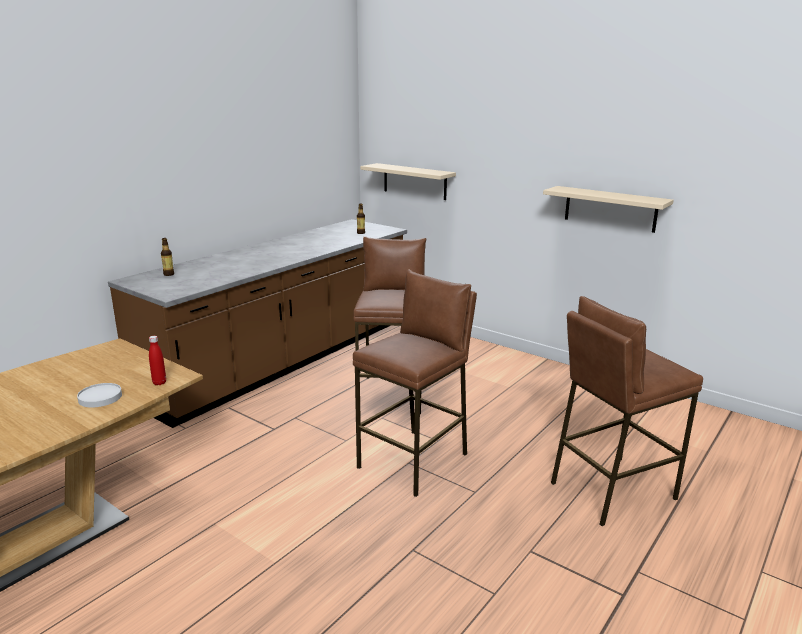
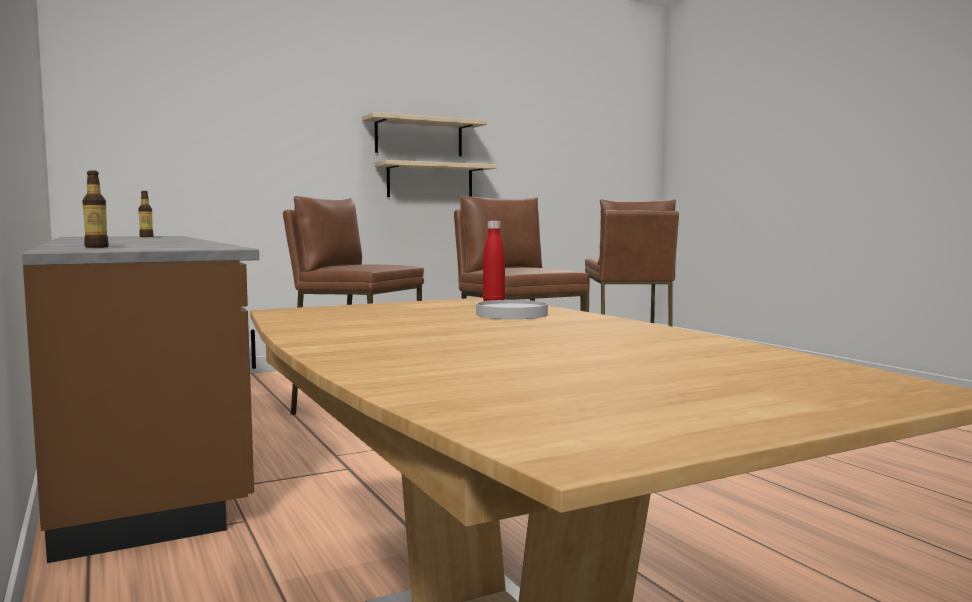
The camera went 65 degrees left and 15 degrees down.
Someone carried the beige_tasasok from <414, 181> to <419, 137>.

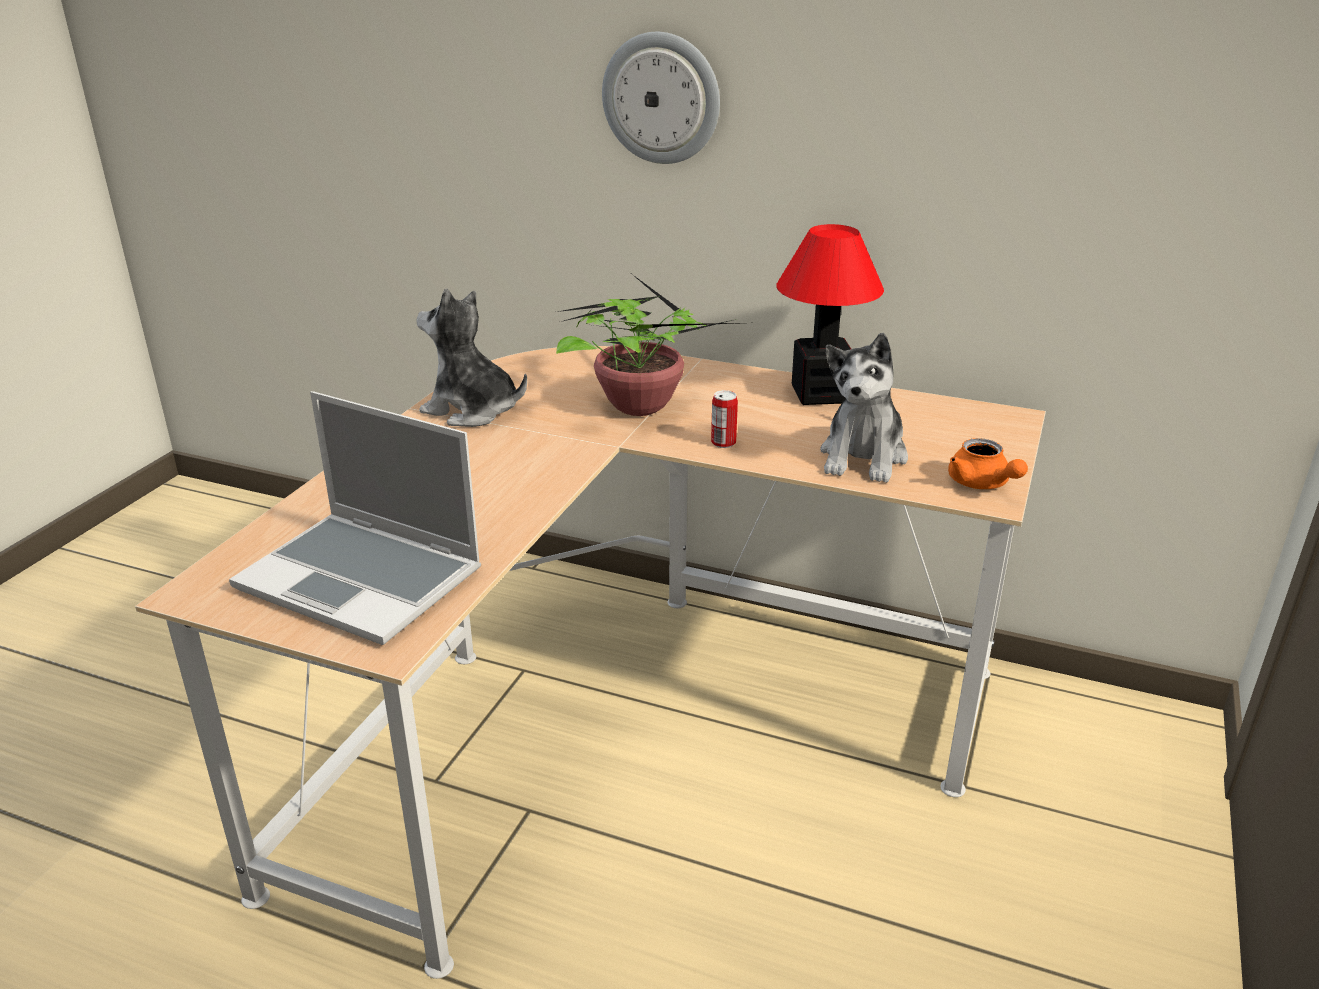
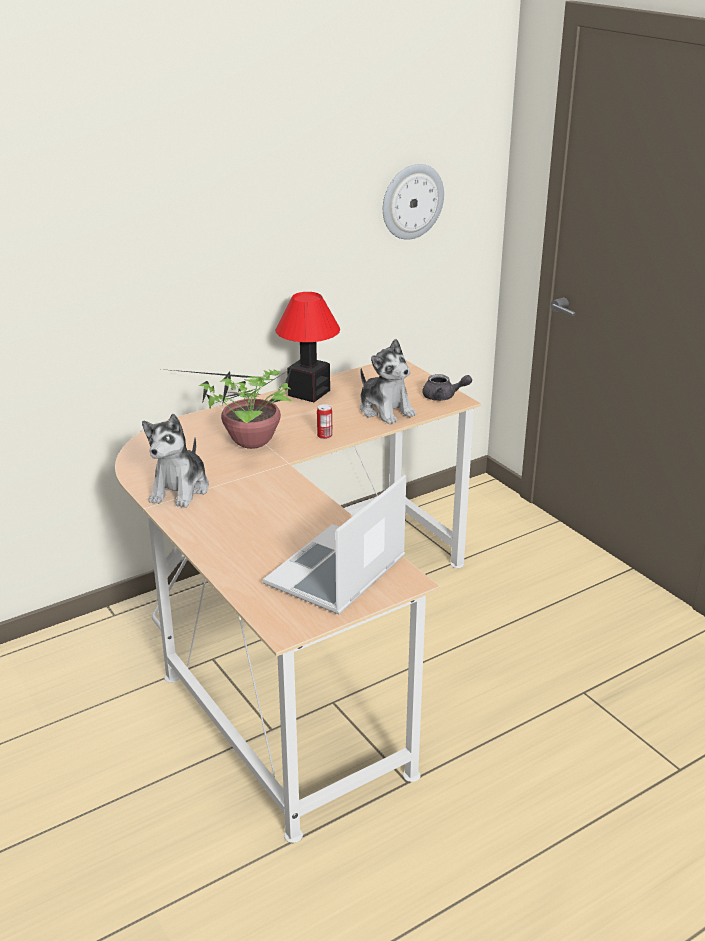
The camera went 55 degrees left and 0 degrees up.
Someone rotated the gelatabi at <364, 579> by 150 degrees clockwise.
Someone rotated the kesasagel at <472, 411> by 45 degrees counterclockwise.
Someone carried the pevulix from <661, 98> to <412, 201>.
Someone repainted the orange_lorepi at <982, 484>, which became the grey_lorepi at <443, 397>.

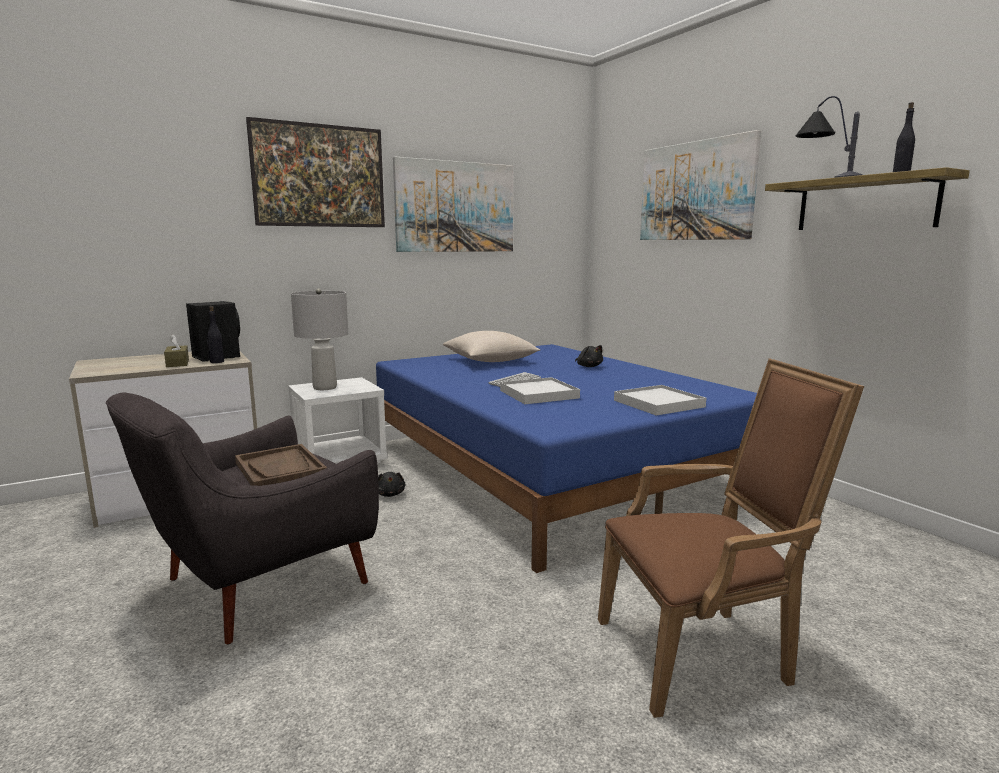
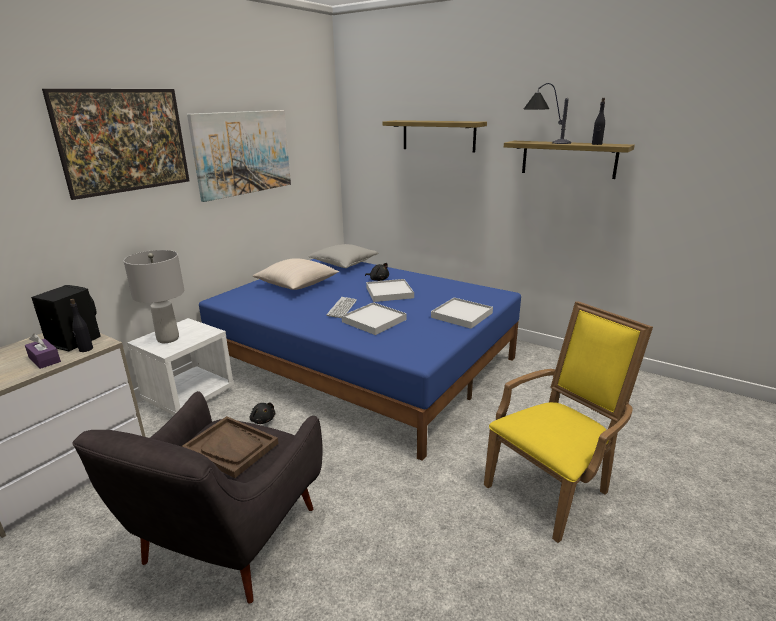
The camera went 25 degrees left and 10 degrees up.
Someone repainted the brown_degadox at <177, 363>, which became the purple_degadox at <44, 360>.
Someone repainted the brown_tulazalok at <703, 652>, which became the yellow_tulazalok at <553, 488>.
Someone swapped the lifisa at <696, 191> for the tasasok at <438, 135>.
Someone put down the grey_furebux at <343, 264>.
Someone put down the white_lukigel at <389, 293>.

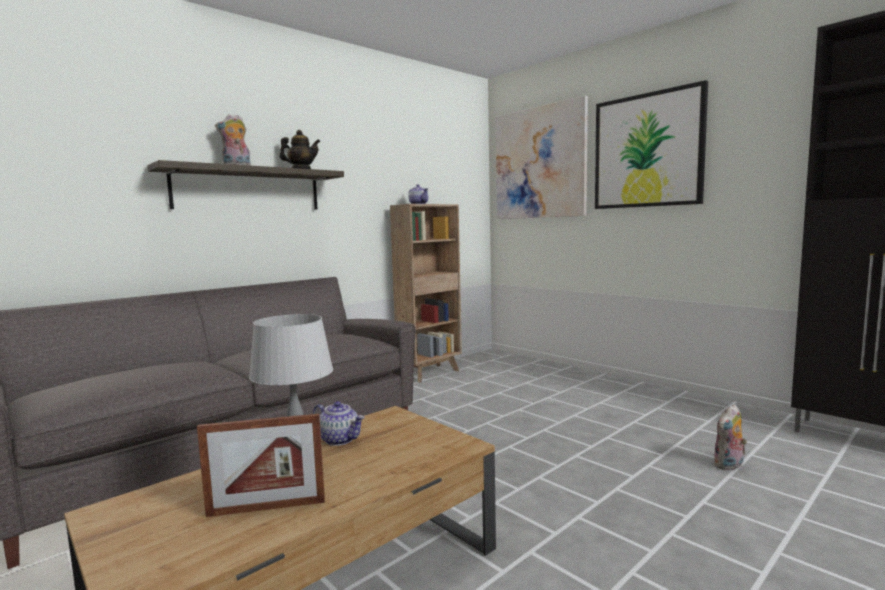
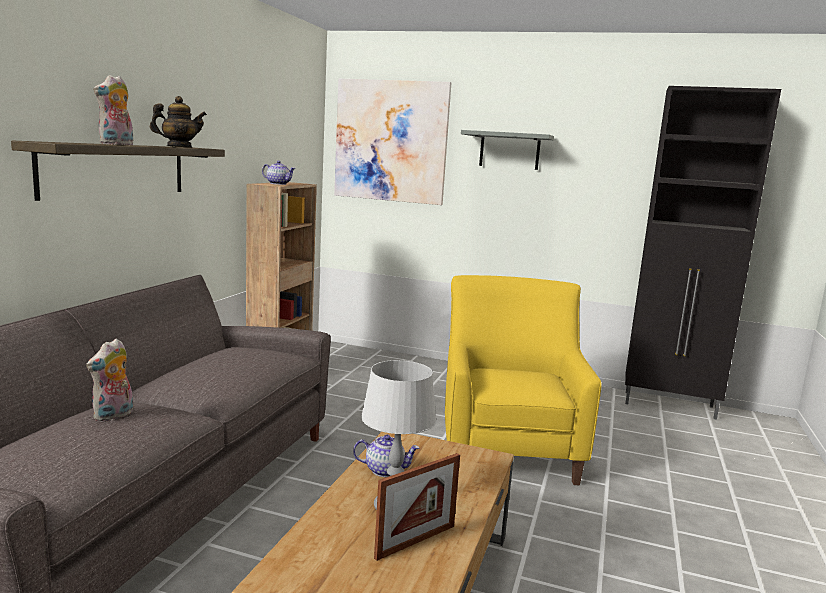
The camera went 30 degrees left and 5 degrees up.
Someone swapped the lifisa at <647, 151> for the grey_tasasok at <509, 150>.
Someone carried the kesasagel from <729, 466> to <114, 416>.
Someone put down the yellow_tulazalok at <507, 446>.

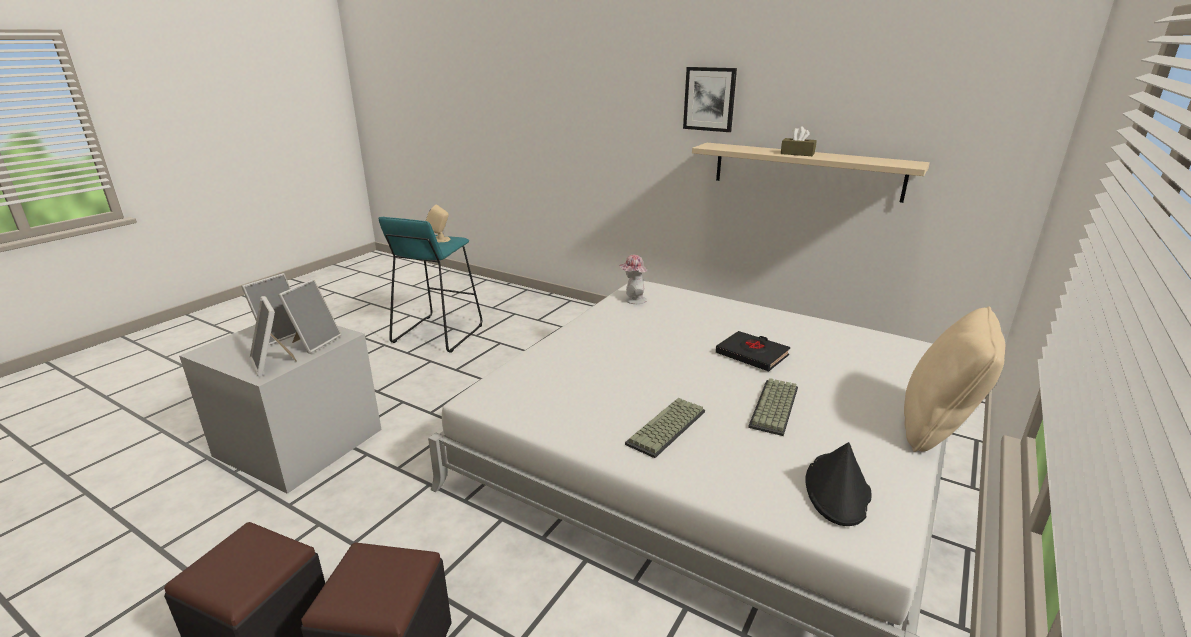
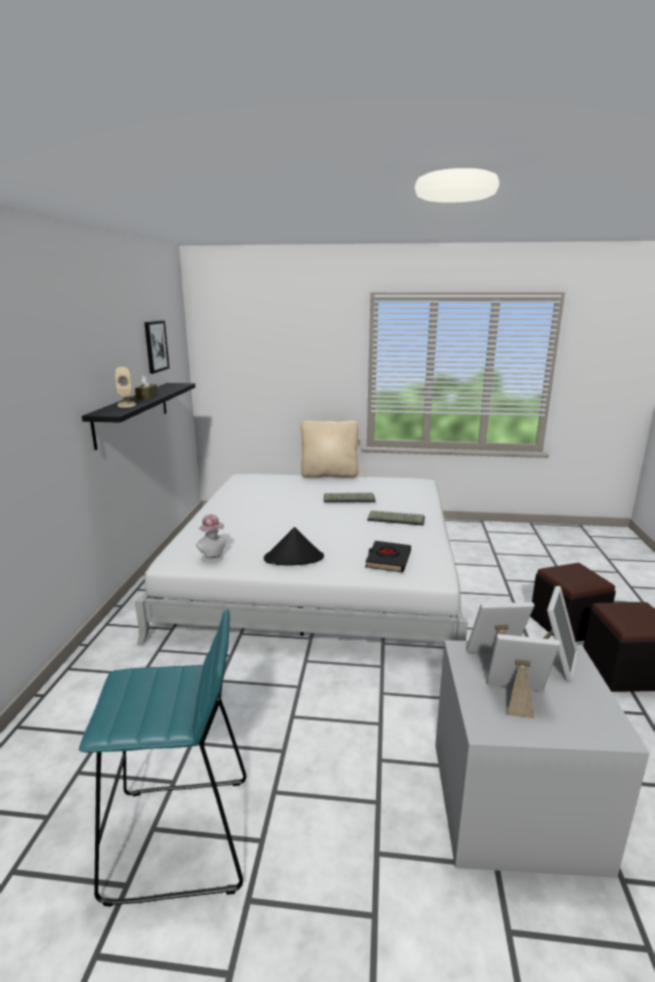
The camera went 115 degrees left and 5 degrees down.
Someone carried the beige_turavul from <439, 239> to <126, 405>.
Someone carried the lifisa from <709, 99> to <155, 346>.
Someone repainted the beige_tasasok at <806, 171>, which became the black_tasasok at <132, 413>.
Someone carried the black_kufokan from <752, 355> to <388, 560>.
Someone carried the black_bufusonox from <837, 490> to <294, 558>.

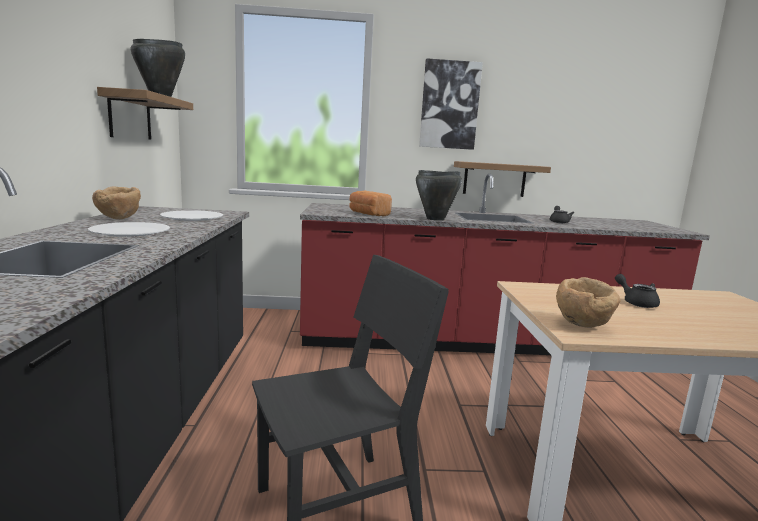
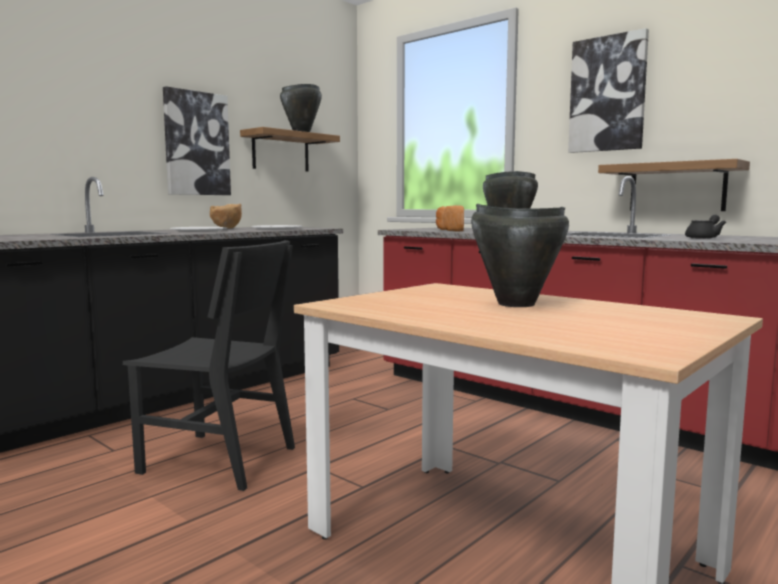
The camera went 45 degrees right and 5 degrees down.
Someone took away the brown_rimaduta at <583, 325>.
Someone swapped the black_lorepi at <636, 302> for the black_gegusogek at <515, 304>.
Someone put up the lifisa at <196, 144>.

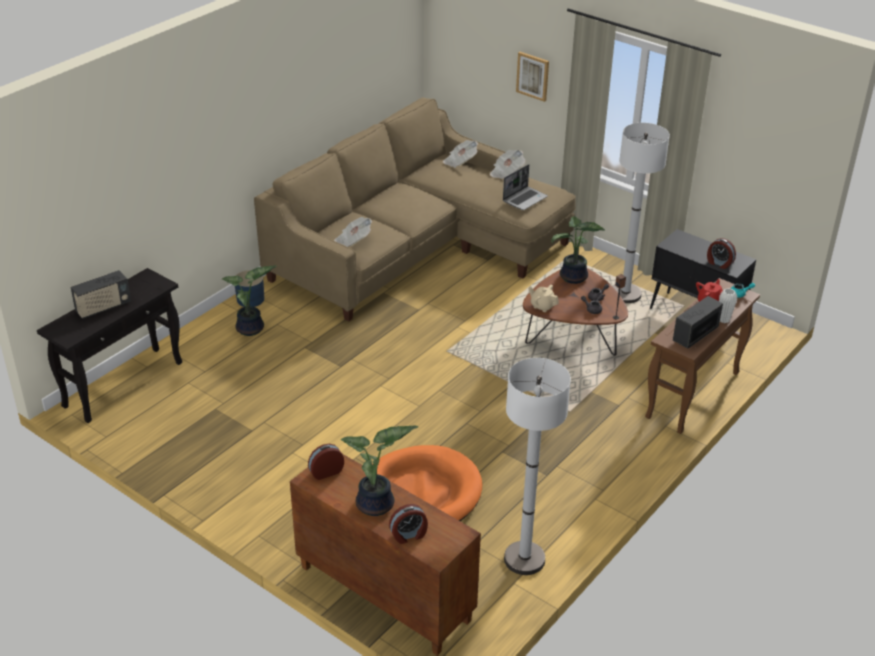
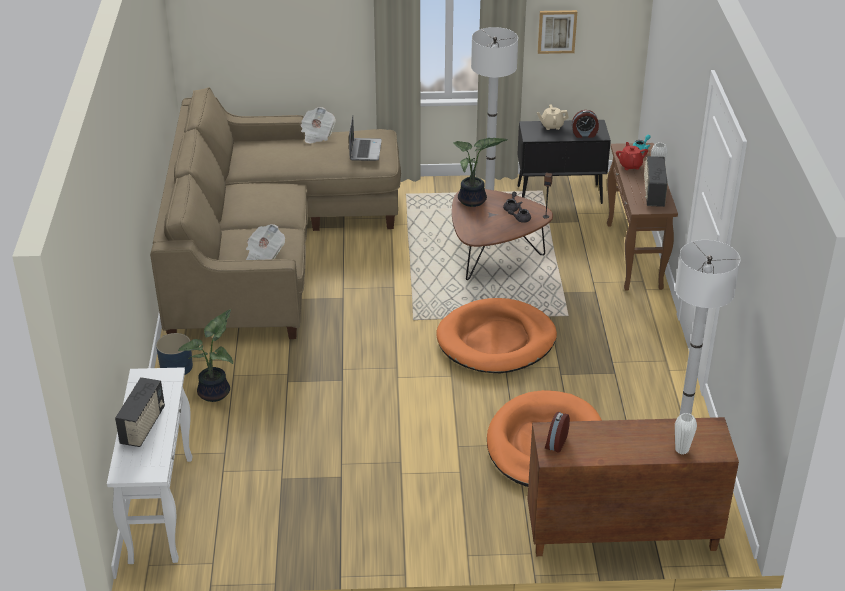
The camera went 40 degrees left and 0 degrees up.
Someone repainted the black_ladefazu at <124, 384>, which became the white_ladefazu at <161, 508>.
Someone took away the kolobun at <377, 505>.
Someone swapped the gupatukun at <409, 535> for the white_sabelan at <681, 450>.
Someone took away the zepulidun at <460, 162>.
Someone carried the lifisa from <533, 76> to <557, 31>.
Someone carried the beige_lorepi from <542, 306> to <551, 126>.
Someone put down the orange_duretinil at <496, 341>.

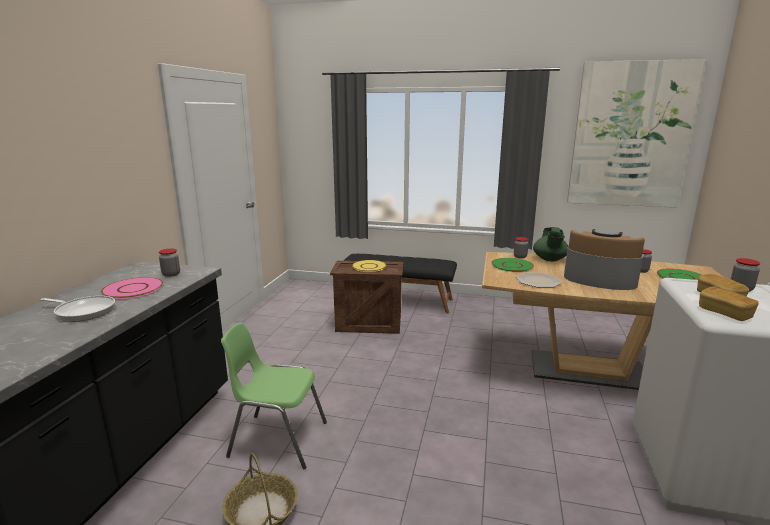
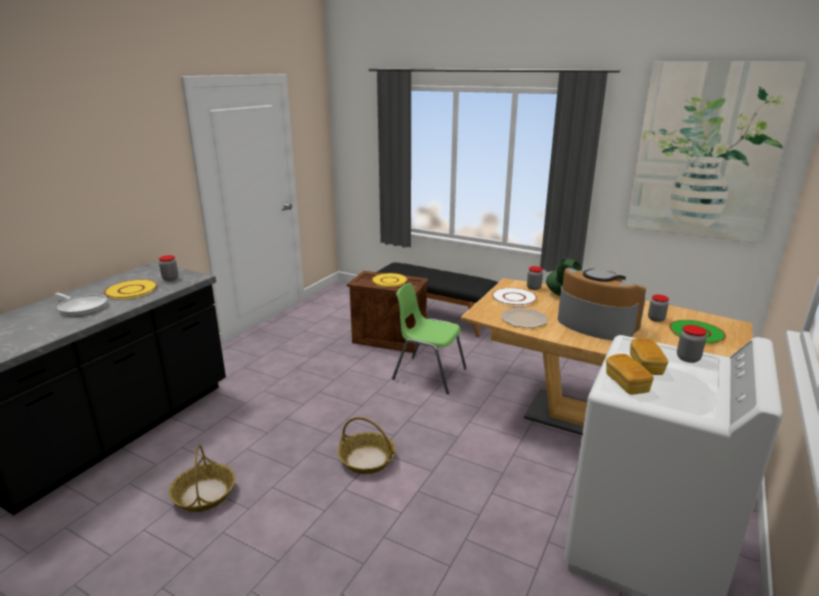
The camera went 15 degrees right and 5 degrees up.
Someone repainted the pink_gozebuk at <133, 289>, which became the yellow_gozebuk at <131, 290>.
Someone carried the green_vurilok from <277, 439> to <428, 374>.
Someone repainted the green_gozebuk at <512, 266>, which became the white_gozebuk at <513, 298>.
Someone put down the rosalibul at <367, 459>.

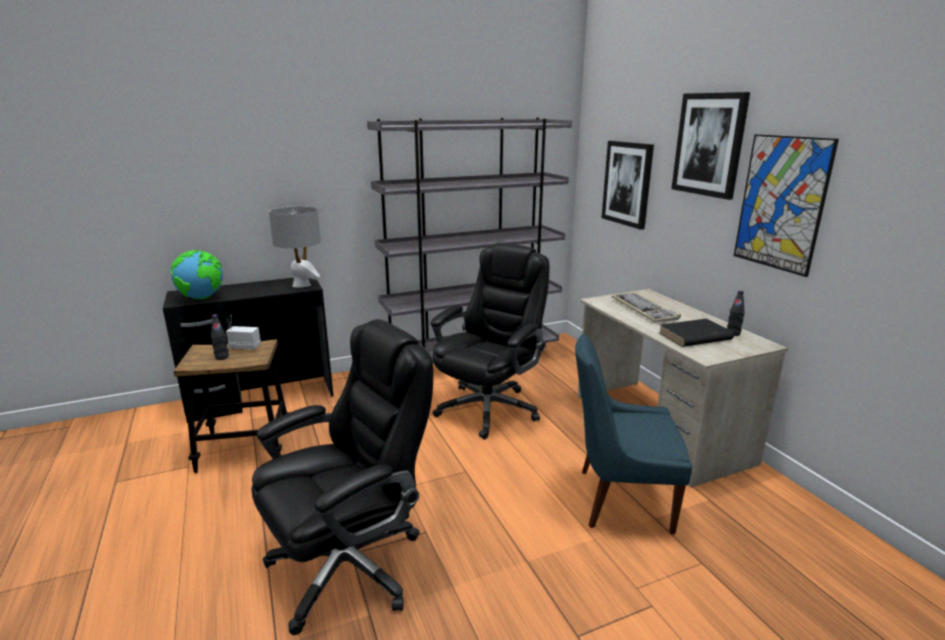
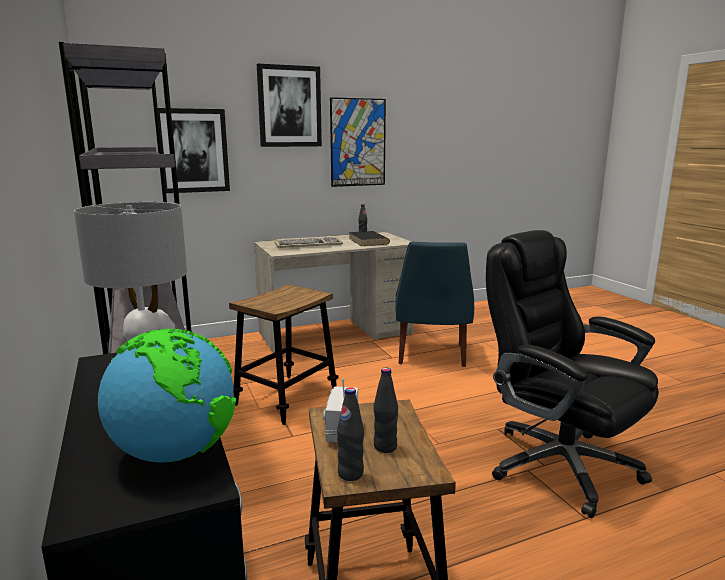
The camera went 90 degrees left and 5 degrees down.
Someone swapped the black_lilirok at <489, 408> for the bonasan at <286, 398>.
Someone put down the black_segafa at <350, 474>.

